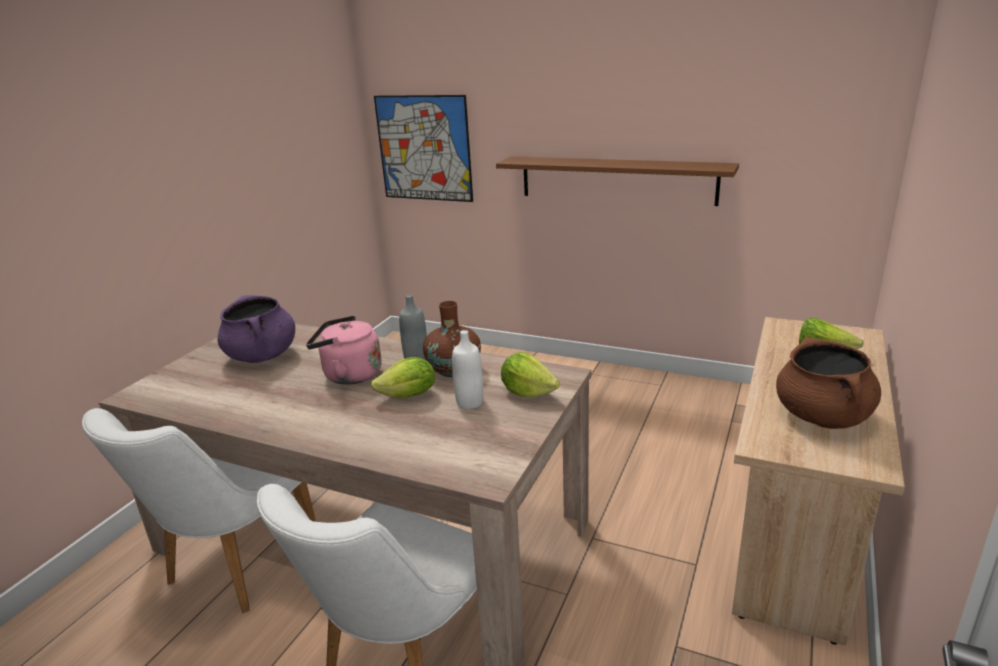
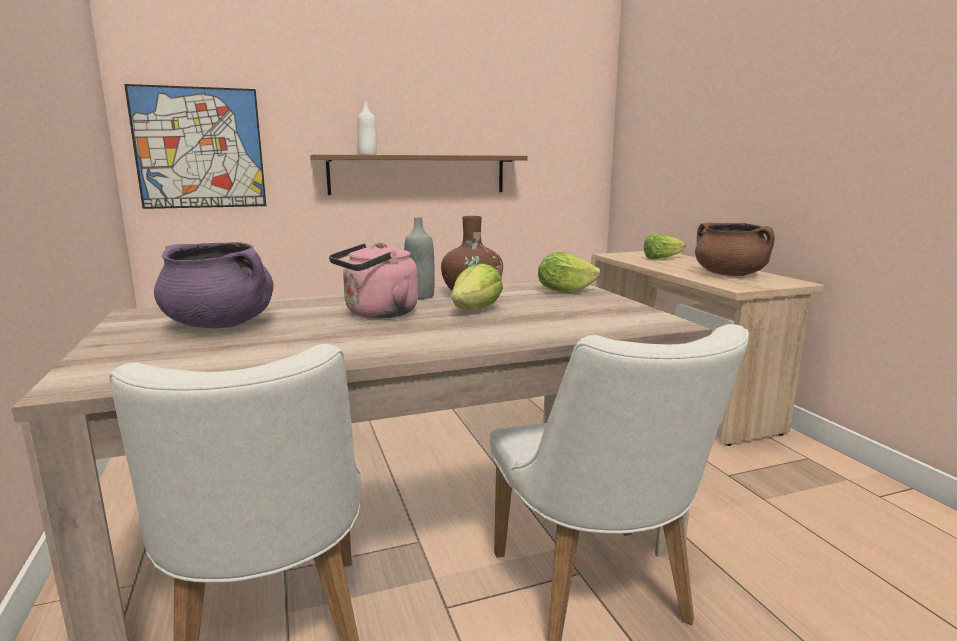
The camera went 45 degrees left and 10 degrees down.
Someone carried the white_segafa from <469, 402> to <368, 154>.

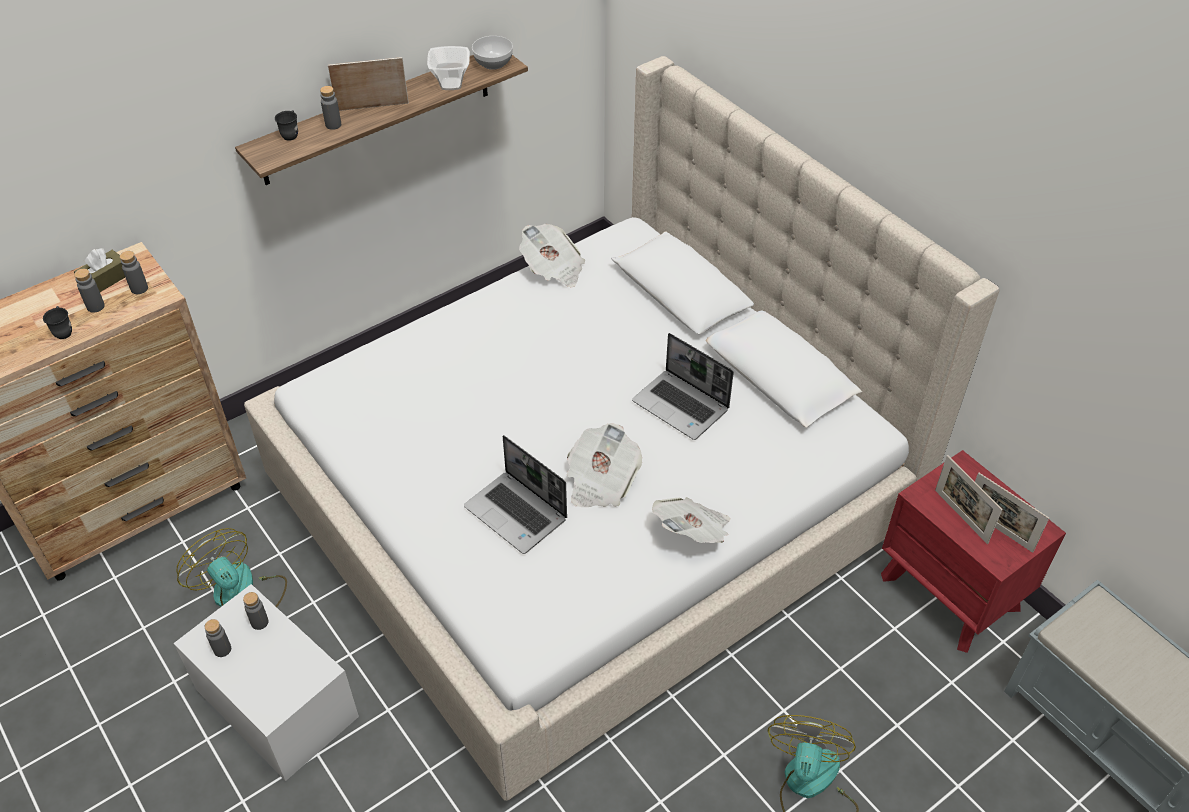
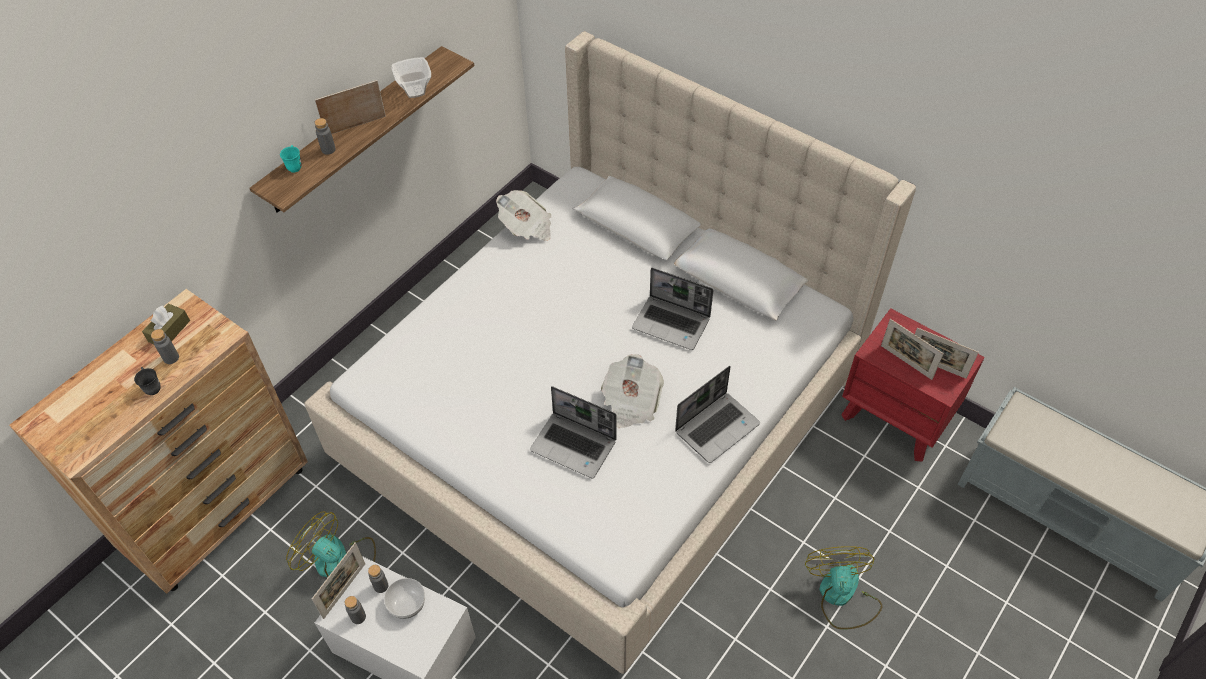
The camera went 15 degrees left and 5 degrees up.
Someone took away the grey_segafa at <139, 288>.
Someone repainted the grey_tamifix at <291, 134>, which became the turquoise_tamifix at <295, 165>.
Someone carried the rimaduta from <494, 63> to <408, 604>.
Someone swapped the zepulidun at <693, 532> for the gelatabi at <717, 427>.
Someone put down the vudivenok at <344, 590>.

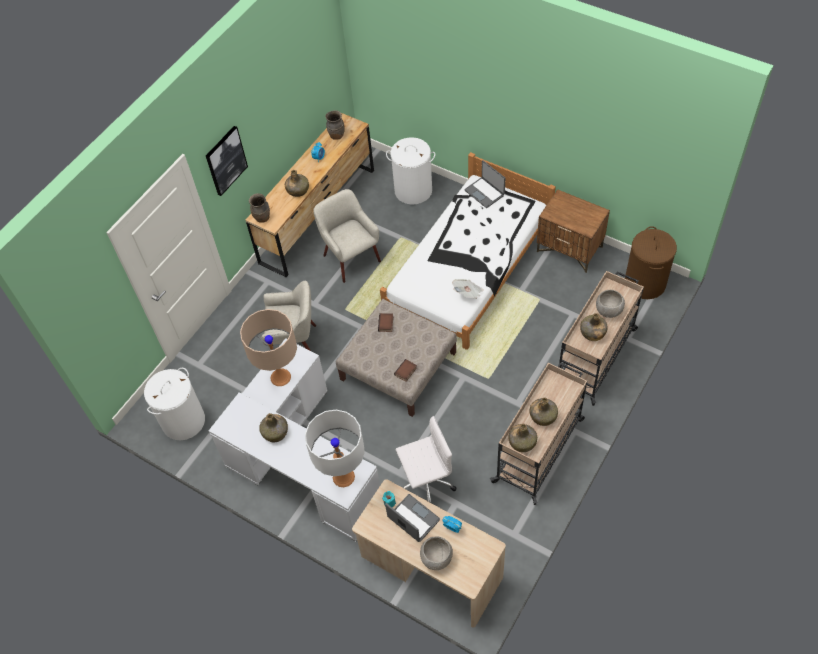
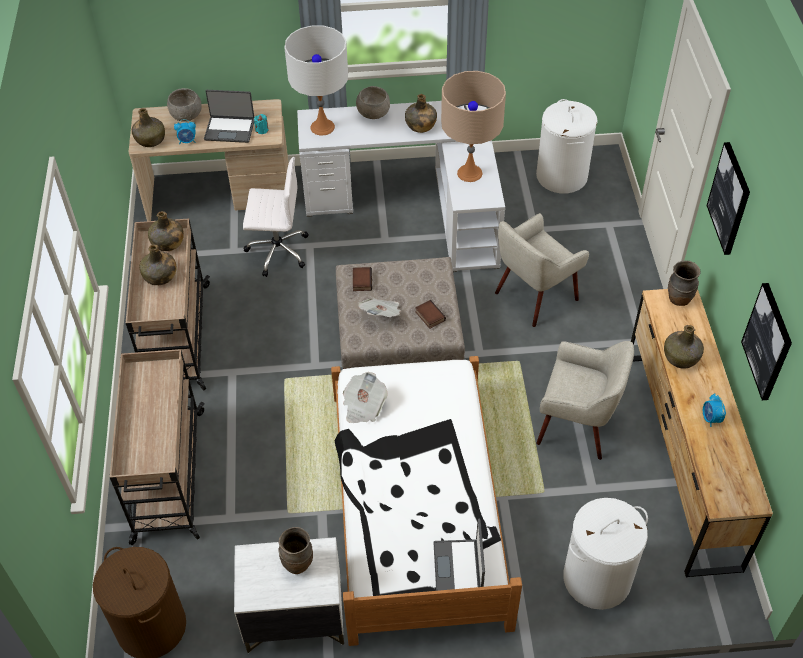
The camera went 140 degrees right and 5 degrees down.
Someone carried the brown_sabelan from <336, 135> to <298, 563>.
Someone rotated the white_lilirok at <425, 483> by 120 degrees counterclockwise.
Someone rotated the gelatabi at <485, 192> by 105 degrees counterclockwise.
Someone repainted the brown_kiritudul at <570, 249>, which became the white_kiritudul at <294, 618>.
Someone carried the green_segafa from <592, 333> to <150, 139>.
Someone carried the grey_rimaduta from <608, 310> to <373, 114>.
Someone put down the zepulidun at <382, 314>.
Someone put up the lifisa at <768, 342>.

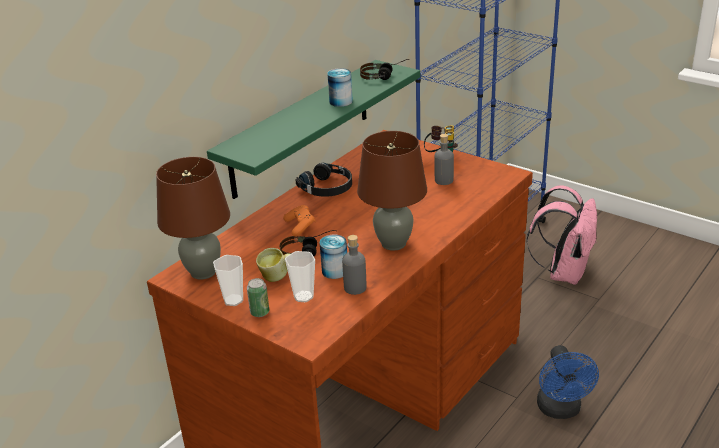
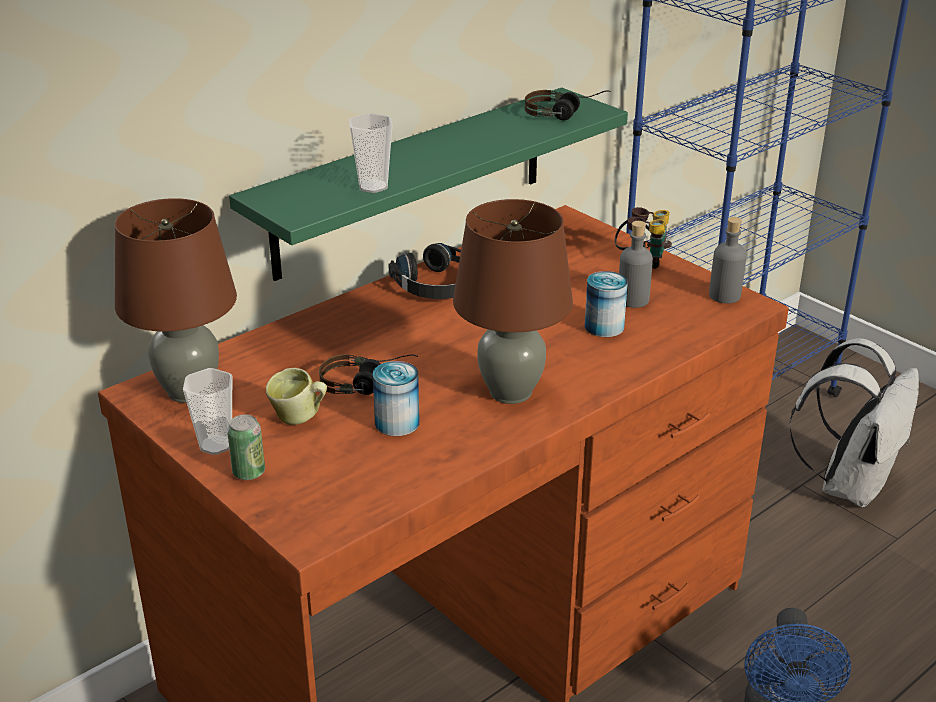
The camera went 10 degrees right and 0 degrees up.
Someone took away the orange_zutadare at <300, 226>.
Someone carried the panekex from <303, 296> to <373, 187>.
Someone carried the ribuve from <341, 102> to <604, 327>.
Someone carried the grey_segafa from <355, 288> to <724, 295>.
Someone repainted the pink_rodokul at <564, 272>, which became the white_rodokul at <849, 484>.

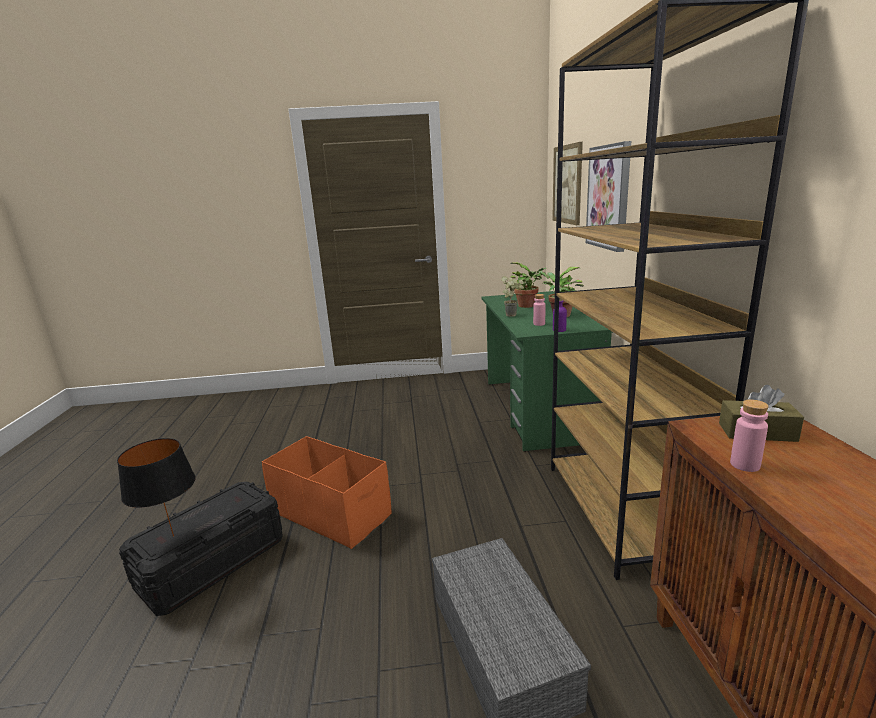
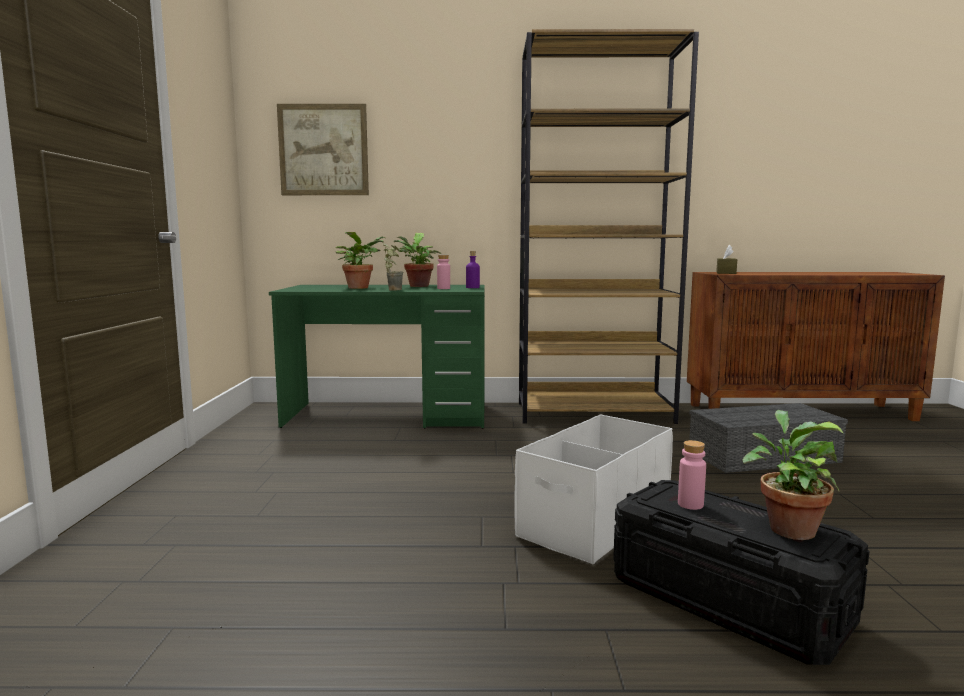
The camera went 85 degrees left and 10 degrees down.
Someone swapped the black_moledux at <174, 536> for the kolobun at <787, 528>.
Someone repainted the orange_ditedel at <331, 512>, which became the white_ditedel at <594, 521>.
Someone took away the lifisa at <609, 197>.
Someone carried the pink_segafa from <745, 465> to <690, 504>.

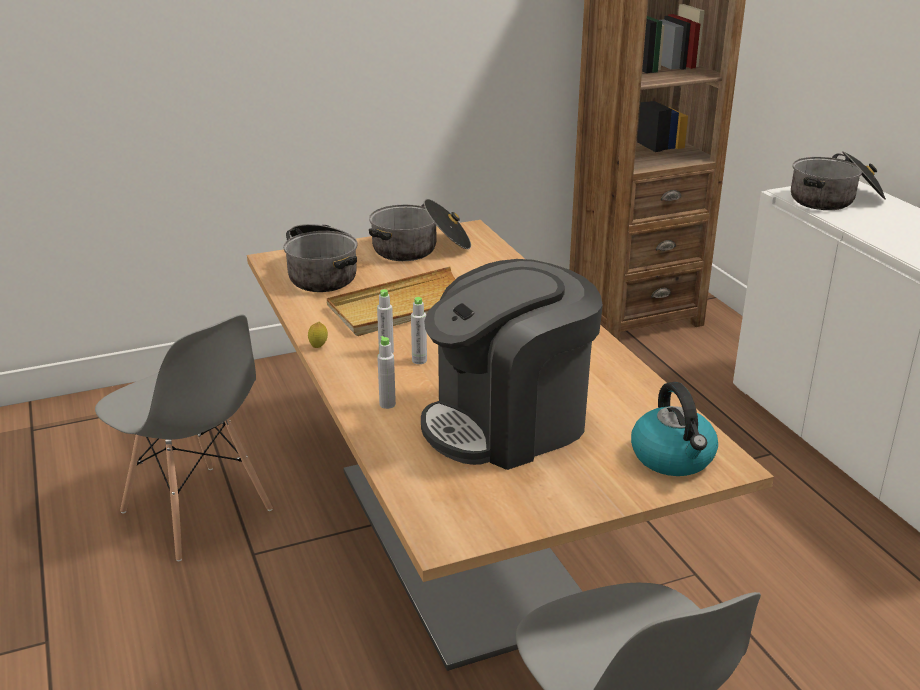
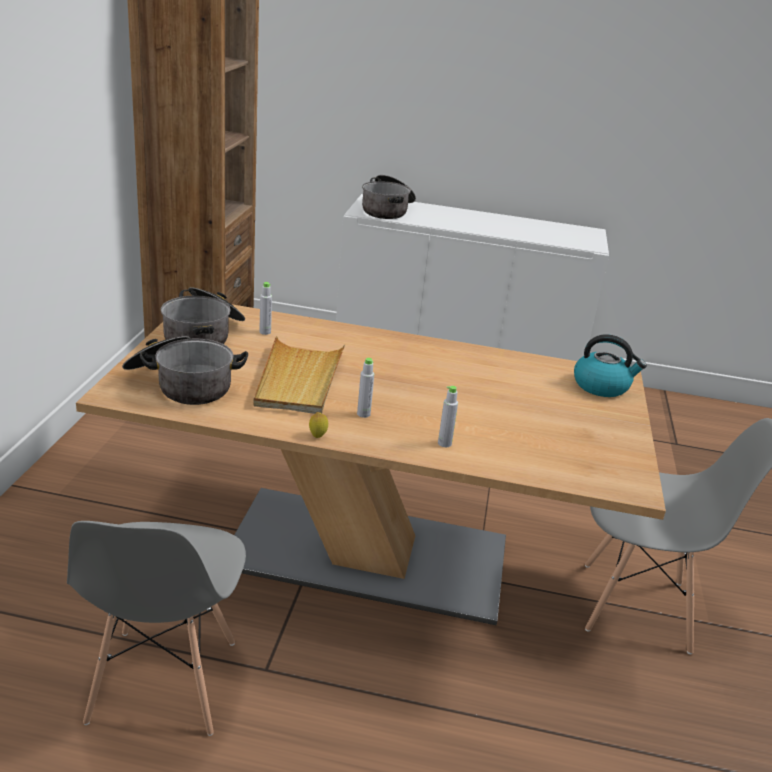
The camera went 60 degrees left and 0 degrees up.
Someone rotated the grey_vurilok at <196, 512> by 105 degrees clockwise.
Someone carried the grey_segafa from <419, 360> to <265, 332>.
Someone took away the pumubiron at <508, 423>.

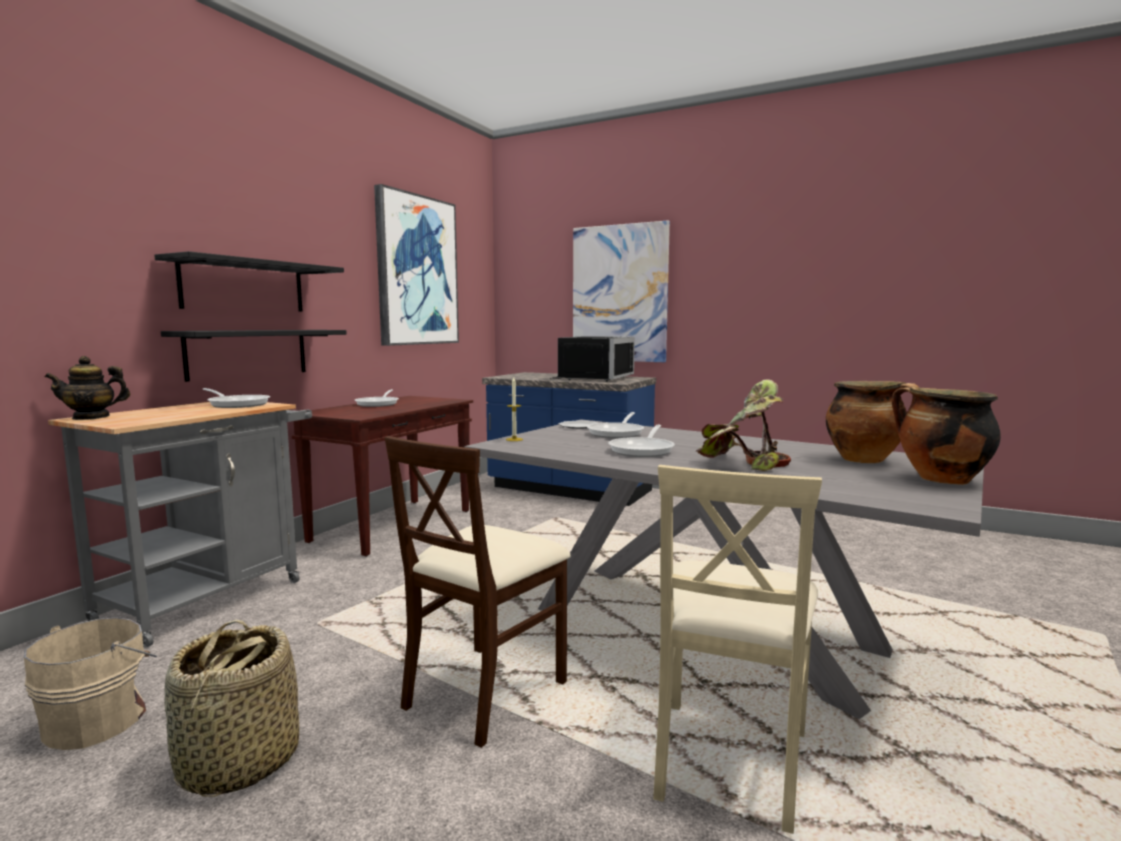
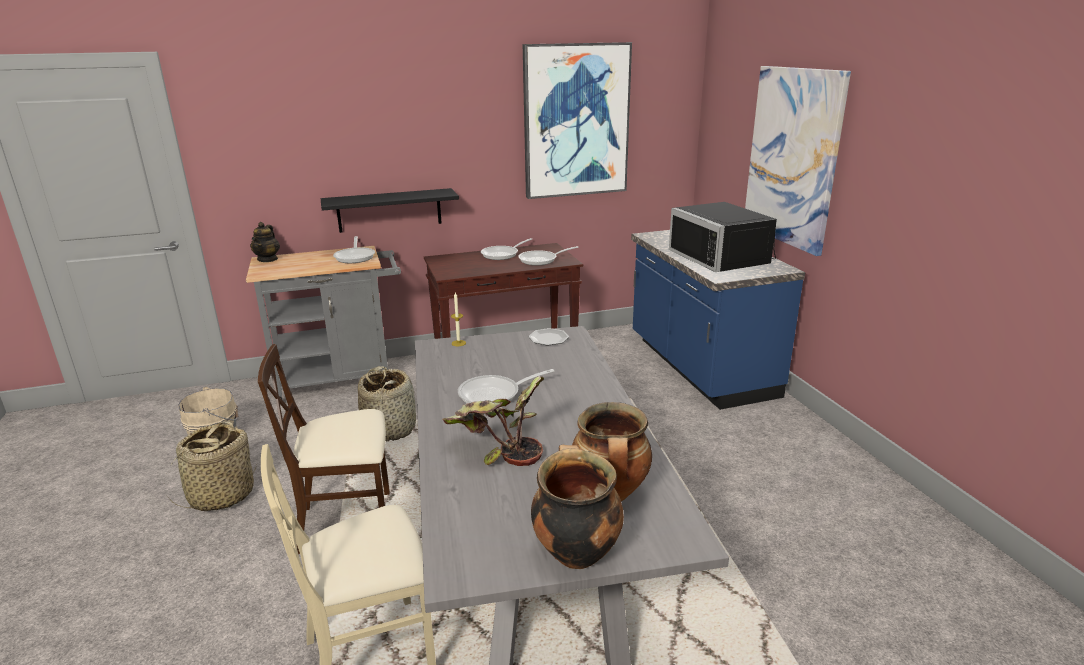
The camera went 45 degrees right and 15 degrees up.
Someone rotated the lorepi at <91, 417> by 105 degrees counterclockwise.
Someone took away the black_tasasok at <244, 286>.
Someone rotated the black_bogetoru at <591, 378> by 90 degrees clockwise.
Someone carried the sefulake from <617, 433> to <541, 260>.
Someone put down the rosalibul at <390, 428>.

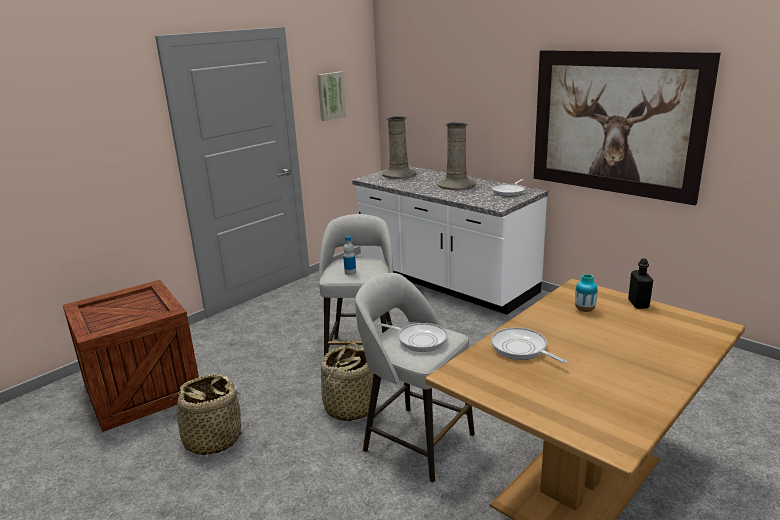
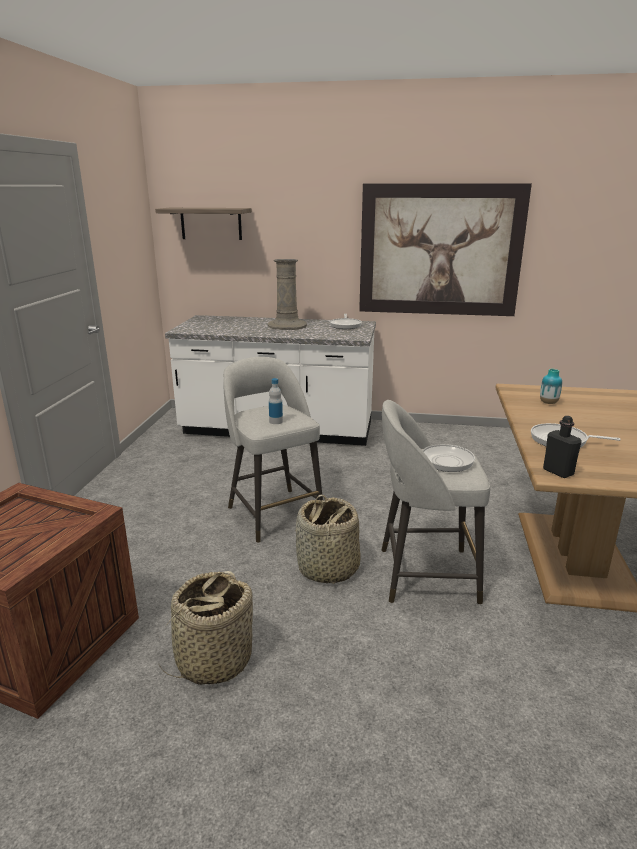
The camera went 35 degrees left and 0 degrees up.
Someone took away the lifisa at <330, 96>.
Someone took away the beige_sabelan at <399, 174>.
Someone carried the black_segafa from <638, 304> to <558, 472>.
Someone put up the tasasok at <211, 223>.

